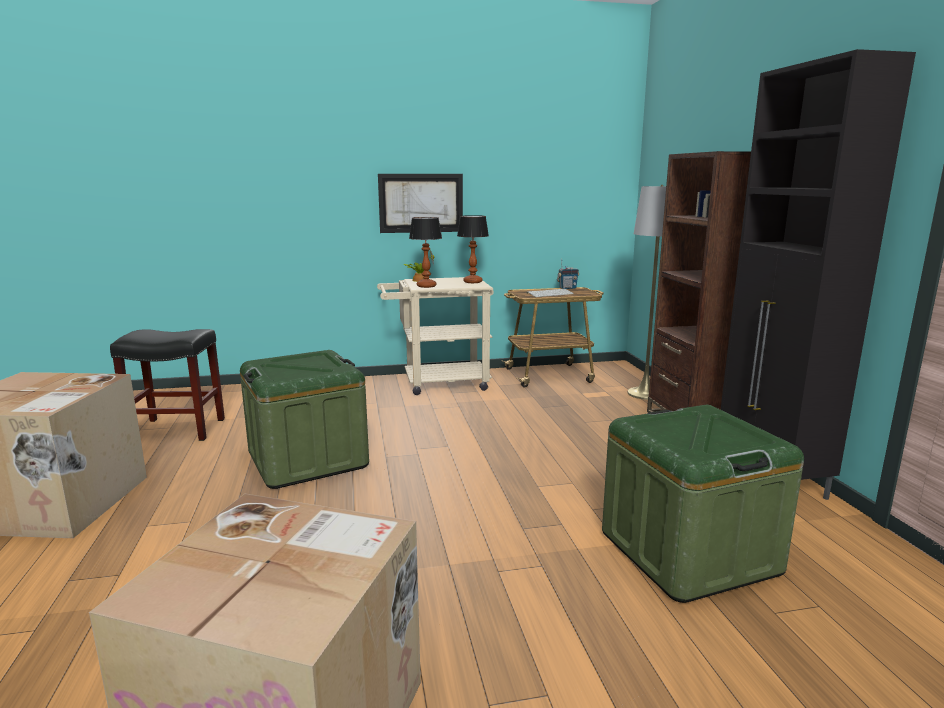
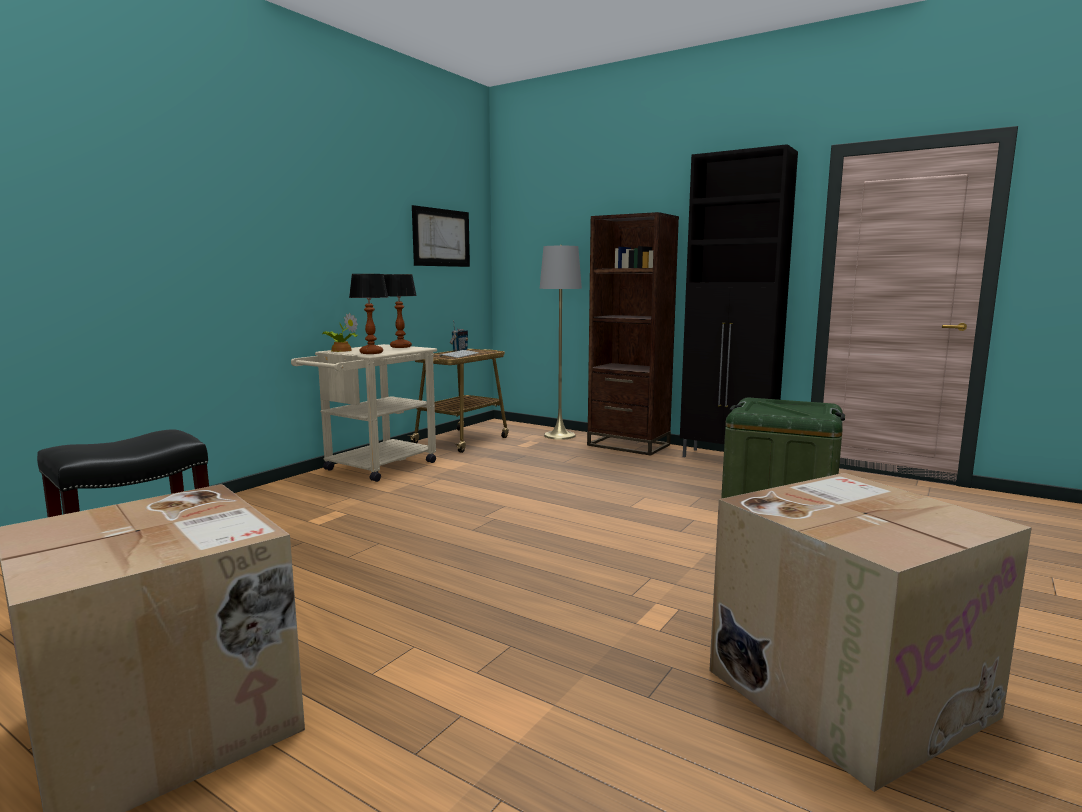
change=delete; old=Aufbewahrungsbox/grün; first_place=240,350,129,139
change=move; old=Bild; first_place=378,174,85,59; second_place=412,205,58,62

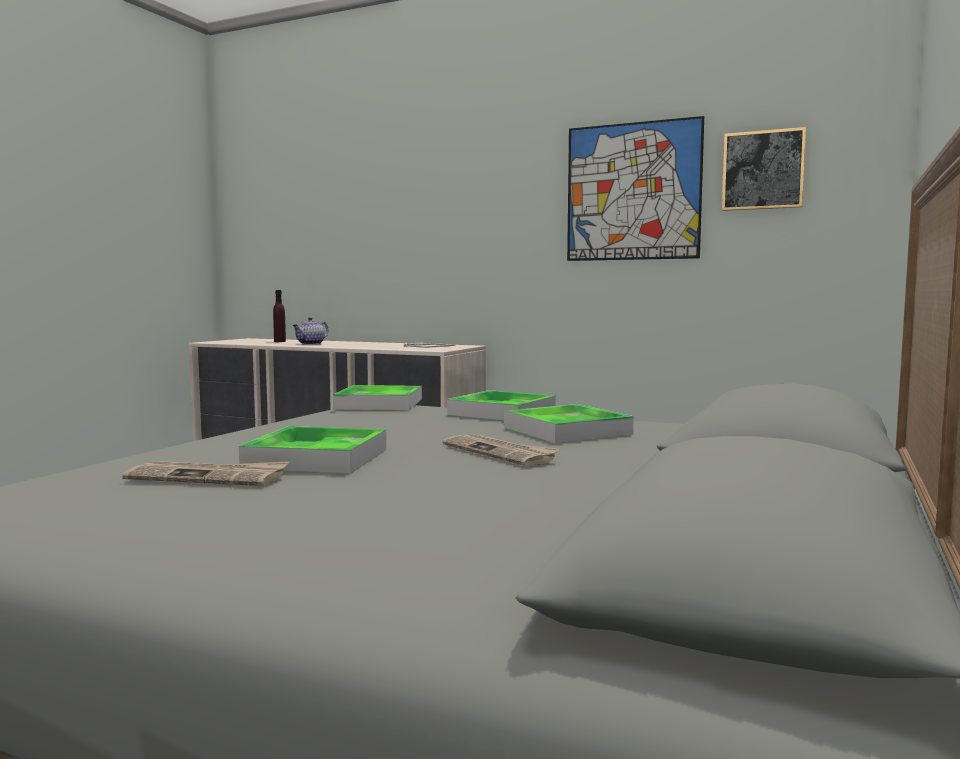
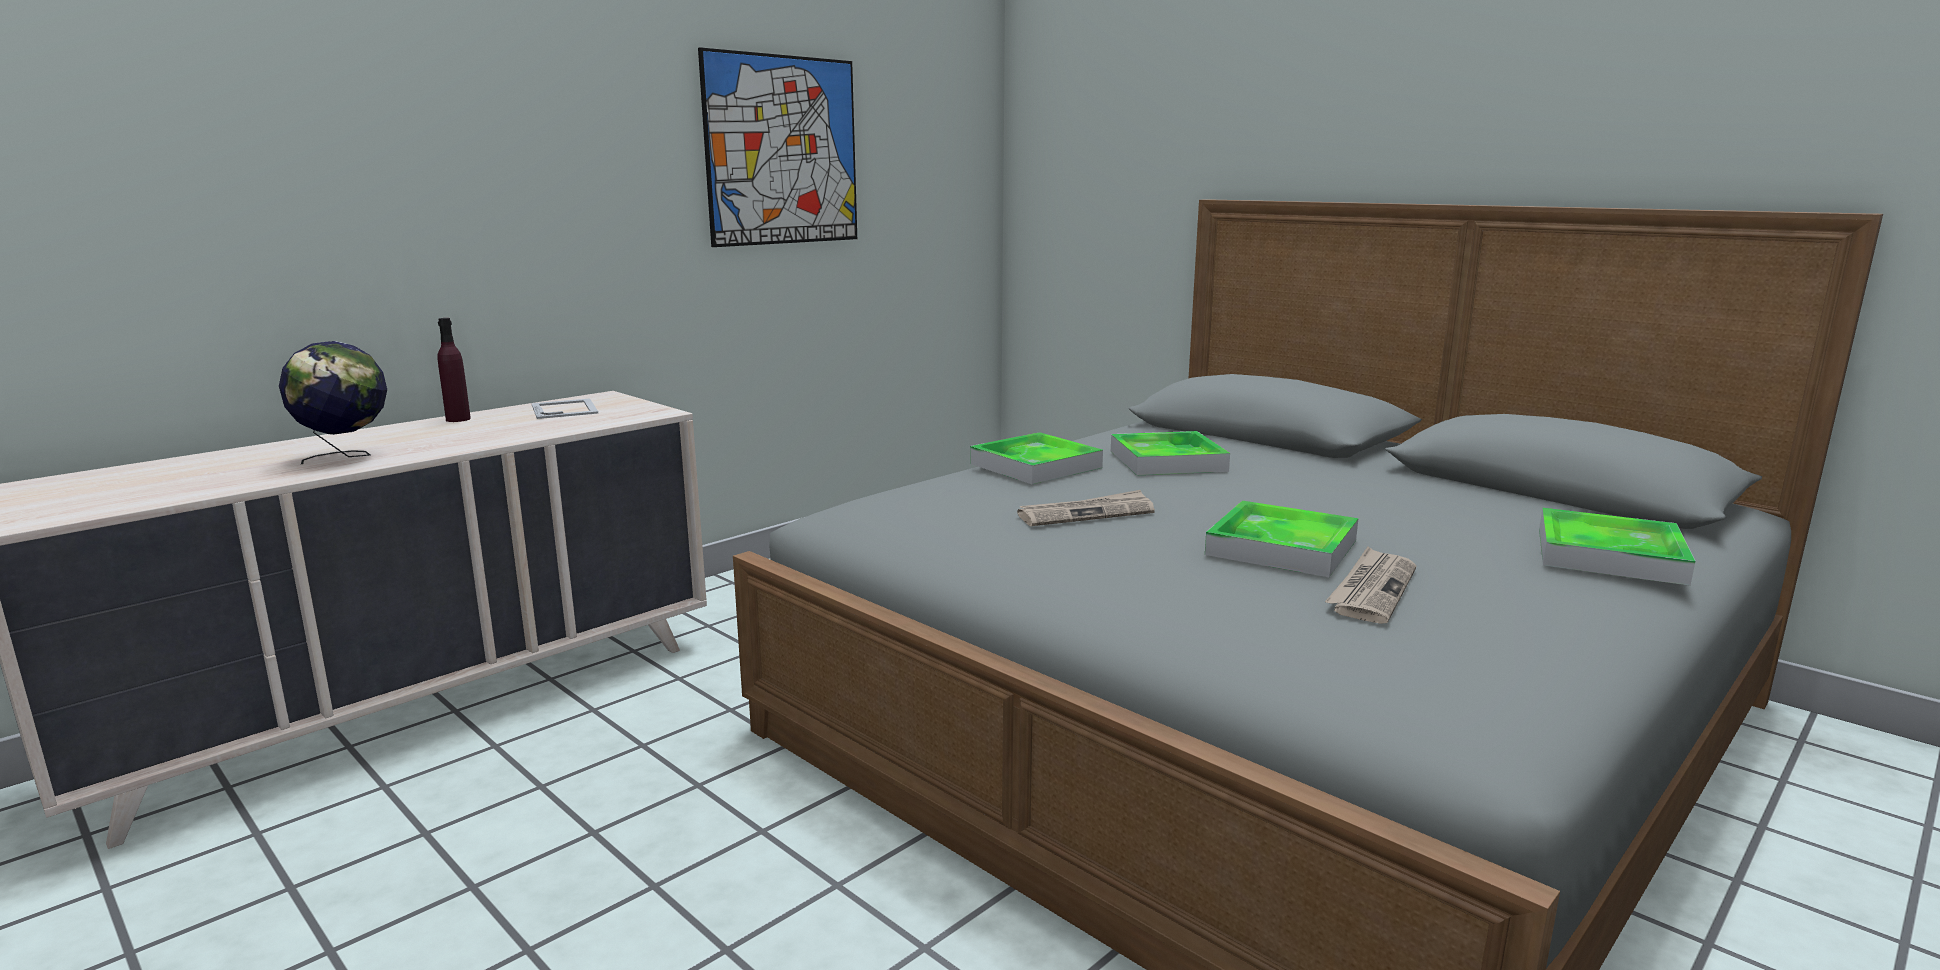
change=move; old=Flasche/lila; first_place=273,290,13,52; second_place=438,318,33,104
change=replace; old=Teekanne; new=Globus; first_place=292,317,37,28; second_place=279,341,108,123
change=move; old=Tablett; first_place=333,385,89,25; second_place=1539,508,156,78
change=move; old=Zeitung; first_place=442,434,118,33; second_place=1017,490,138,36
change=delete; old=Bild; first_place=722,127,84,84

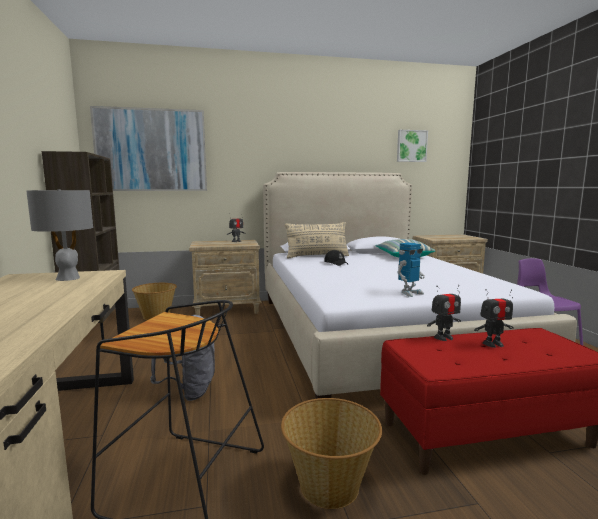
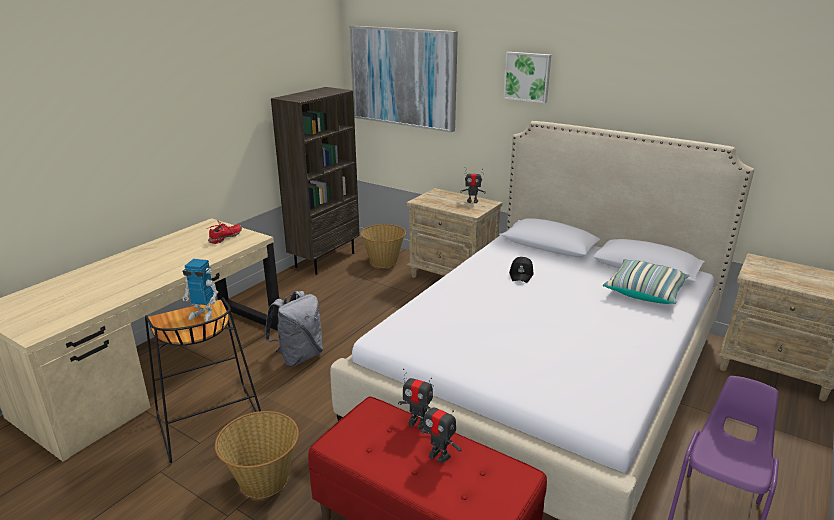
change=replace; old=Tischlampe/grau; new=Schuh/rot; first_place=26,189,67,92; second_place=207,220,35,24
change=delete; old=Kissen/beige; first_place=285,222,64,36
change=move; old=Bild; first_place=397,130,31,32; second_place=503,52,48,51
change=move; old=Spielzeugroboter; first_place=397,242,28,55; second_place=182,259,36,63

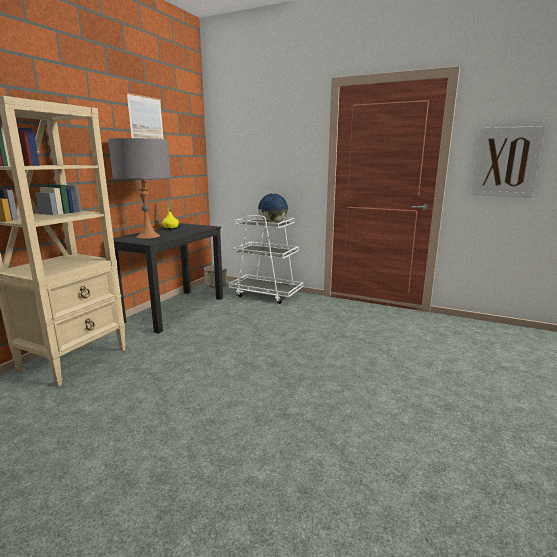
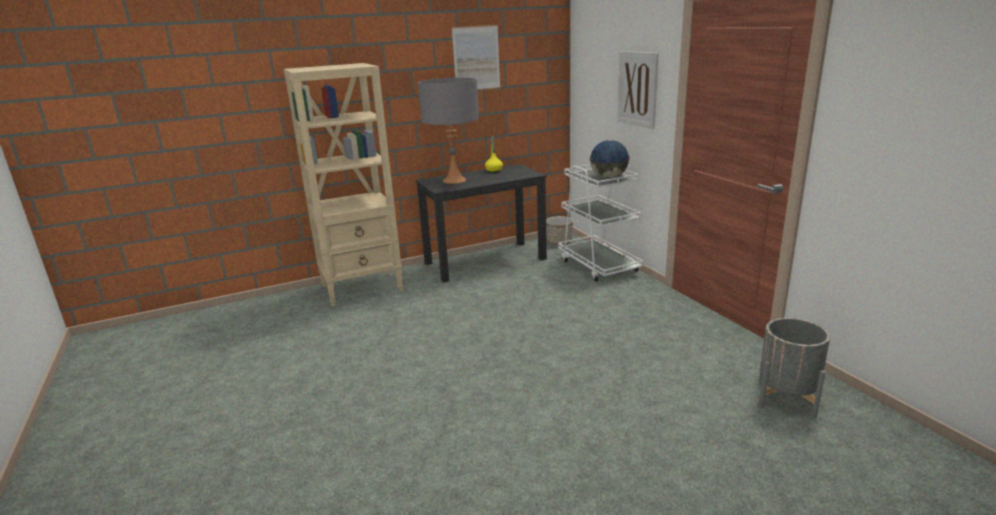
change=move; old=Bild; first_place=471,126,74,71; second_place=617,51,42,78
change=insert; new=Pflanzkübel/grau; second_place=759,318,71,100

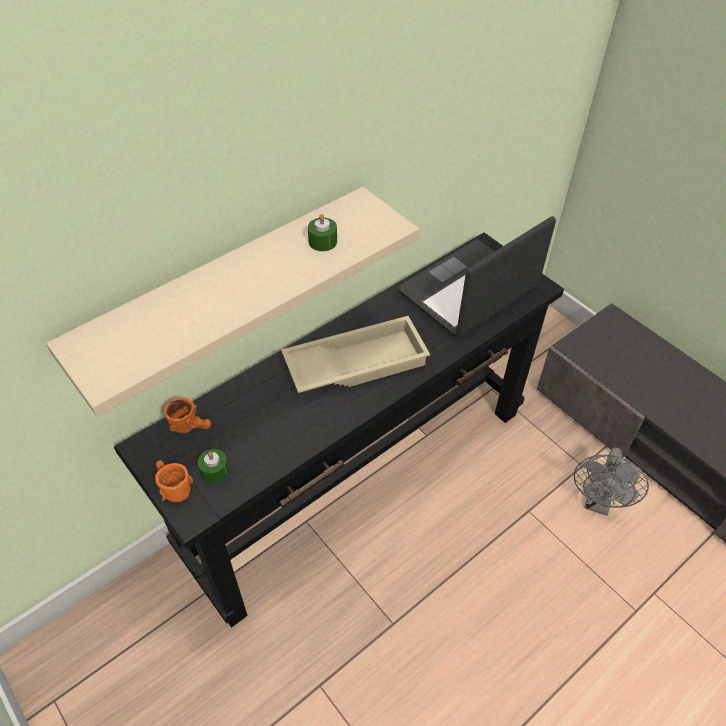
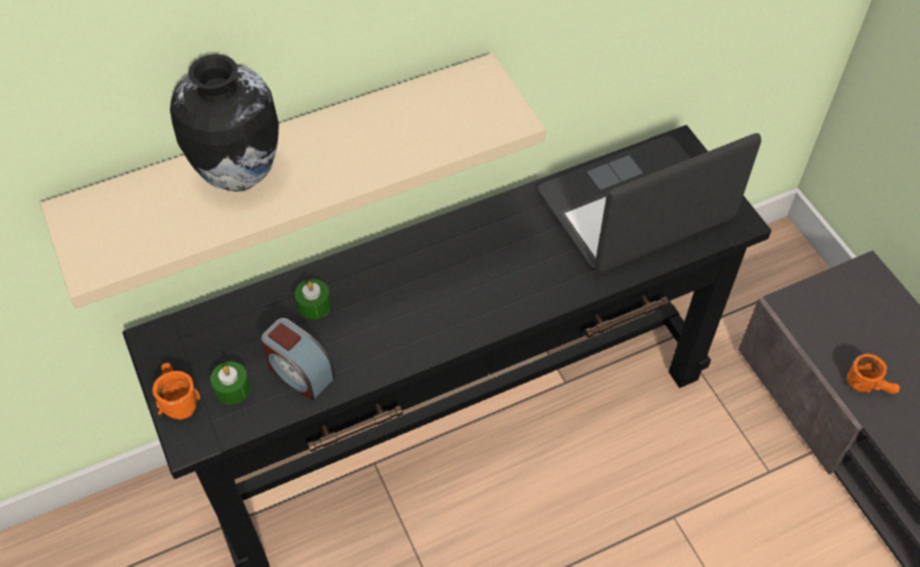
change=move; old=Henkelbecher/orange; first_place=164,397,47,36; second_place=847,354,53,40
change=delete; old=Tablett/beige; first_place=281,316,149,77
change=move; old=Kerze/grün; first_place=308,214,29,37; second_place=295,279,36,41
change=delete; old=Ventilator/grau; first_place=574,447,75,69
change=insert; new=Vase; second_place=170,54,109,138
change=insert; new=Wecker; second_place=261,318,74,83

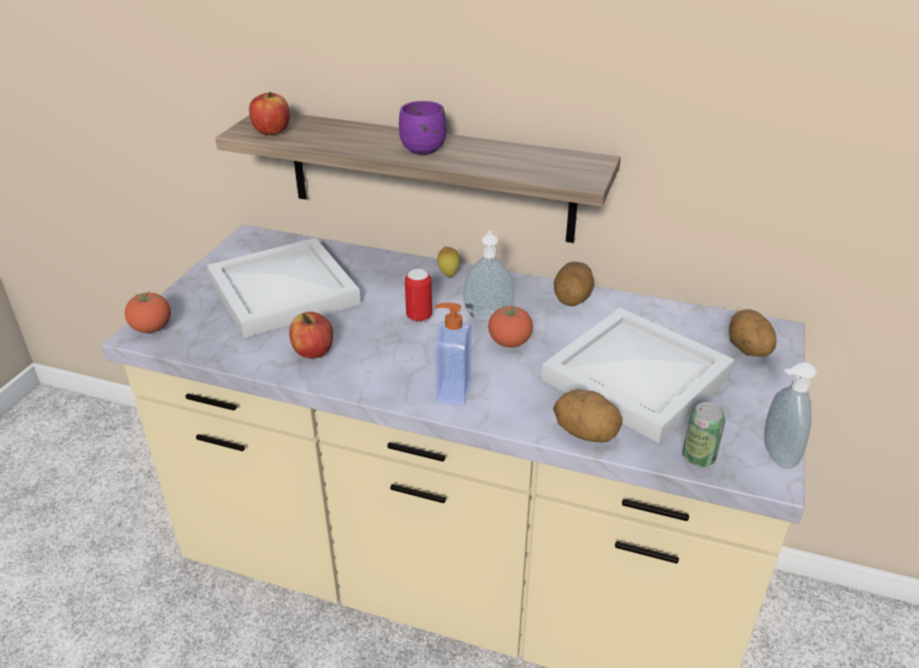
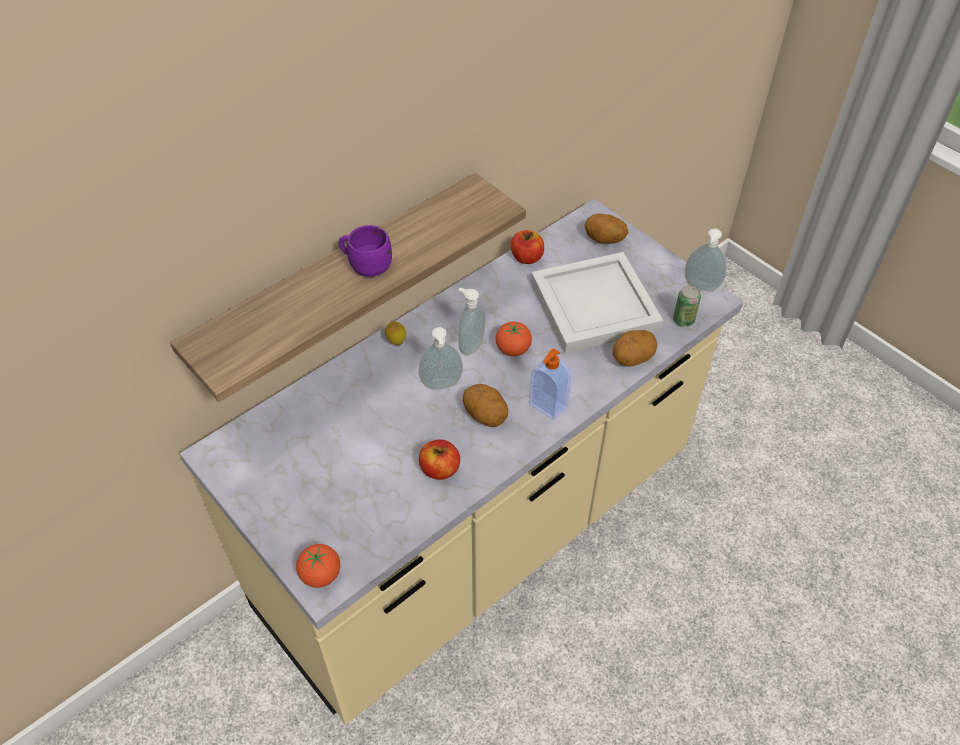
change=delete; old=Tablett/weiß; first_place=207,238,154,100
change=move; old=Apfel; first_place=249,92,41,43; second_place=511,230,33,34
change=replace; old=Dose; new=Seifenspender; first_place=405,269,27,53; second_place=419,327,44,62
change=move; old=Kartoffel; first_place=554,262,40,44; second_place=463,384,45,43

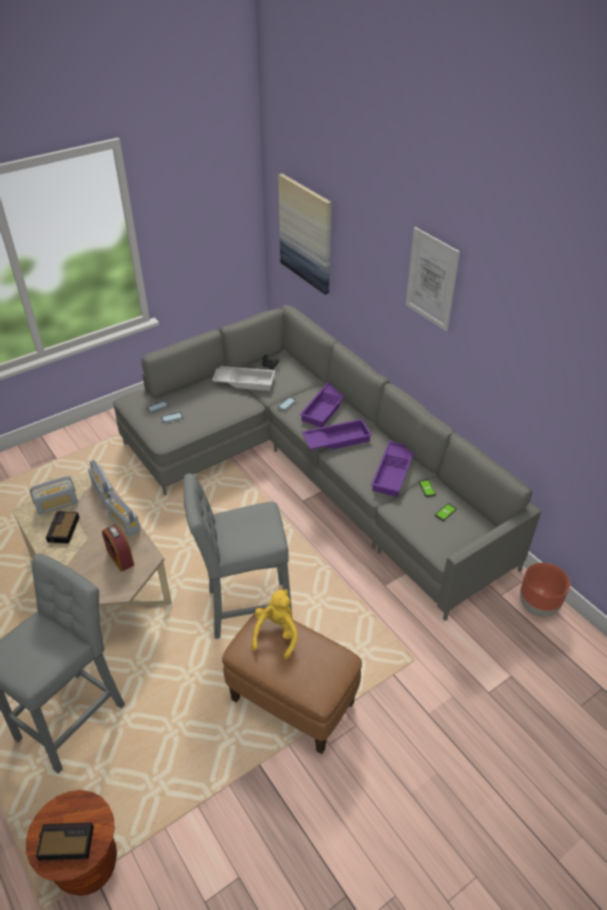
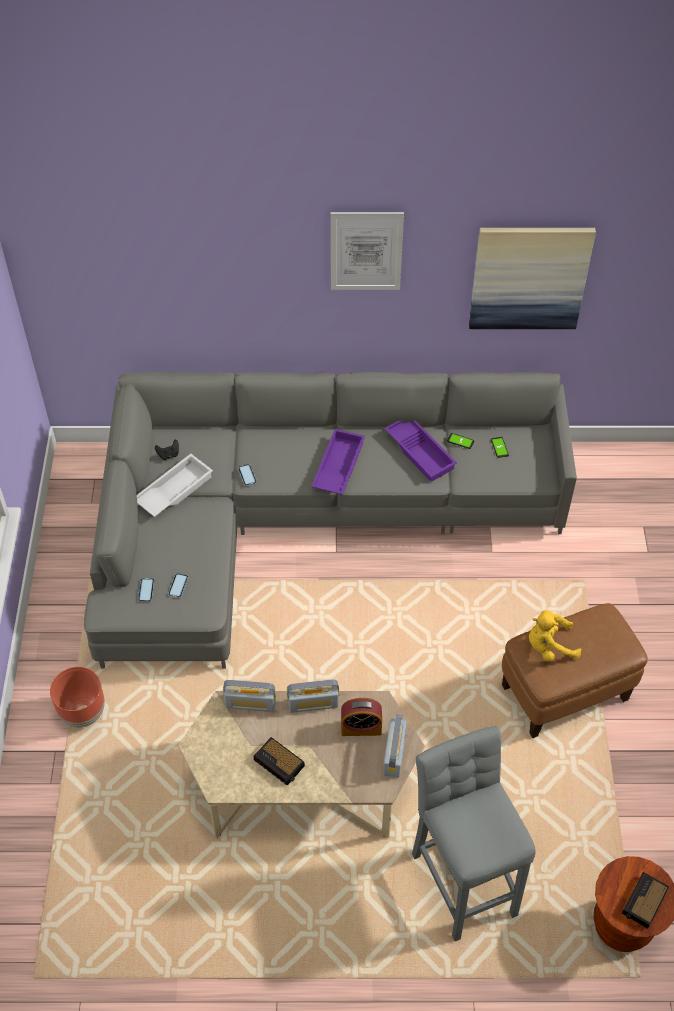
change=move; old=Radio; first_place=30,476,48,39; second_place=383,714,24,64
change=delete; old=Hocker/grau; first_place=184,473,109,166
change=rotate; old=Plüschtier/gelb; first_place=251,589,47,71; second_place=529,610,52,52; degrees=-60
change=move; old=Bild; first_place=278,174,53,121; second_place=469,228,127,101
change=delete; old=Tablett/lila; first_place=300,381,45,46
change=move; old=Pflanzkübel/braun; first_place=520,563,50,54; second_place=50,667,55,60

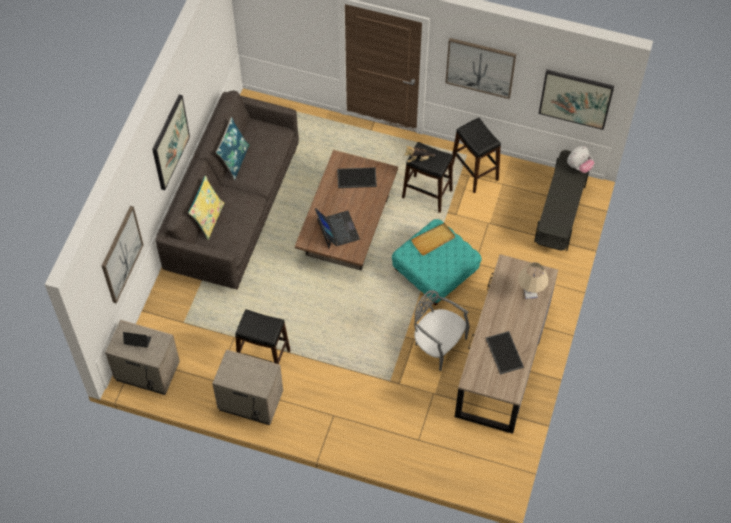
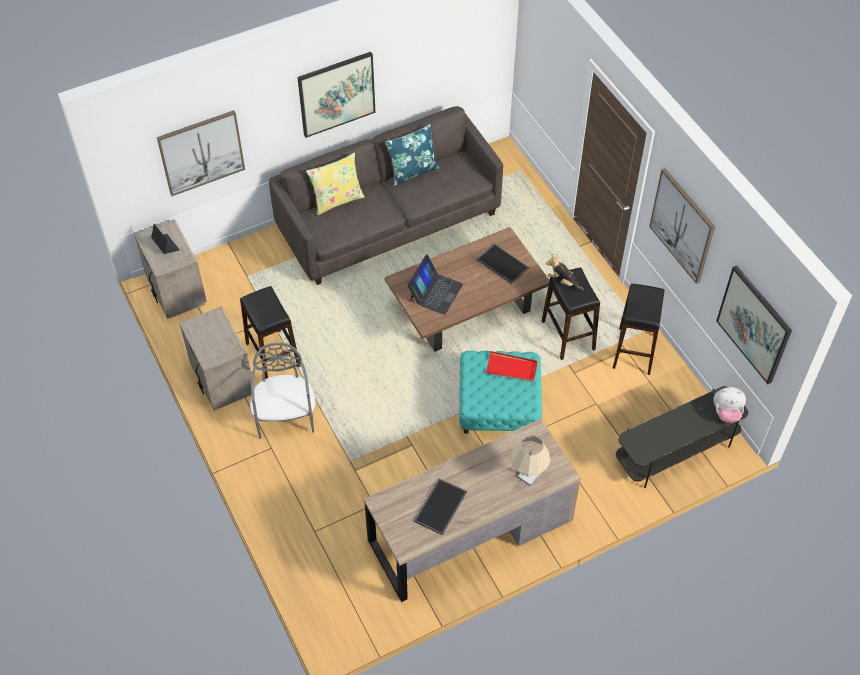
change=recolor; old=Tablett/beige; new=Tablett/rot; first_place=411,223,44,33; second_place=486,351,52,31
change=move; old=Stuhl/grau; first_place=414,290,56,81; second_place=250,342,65,97

